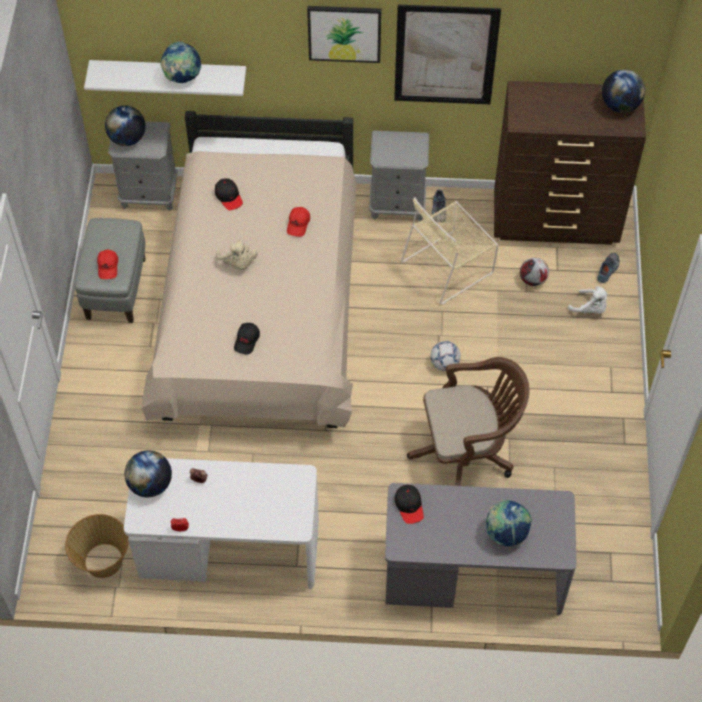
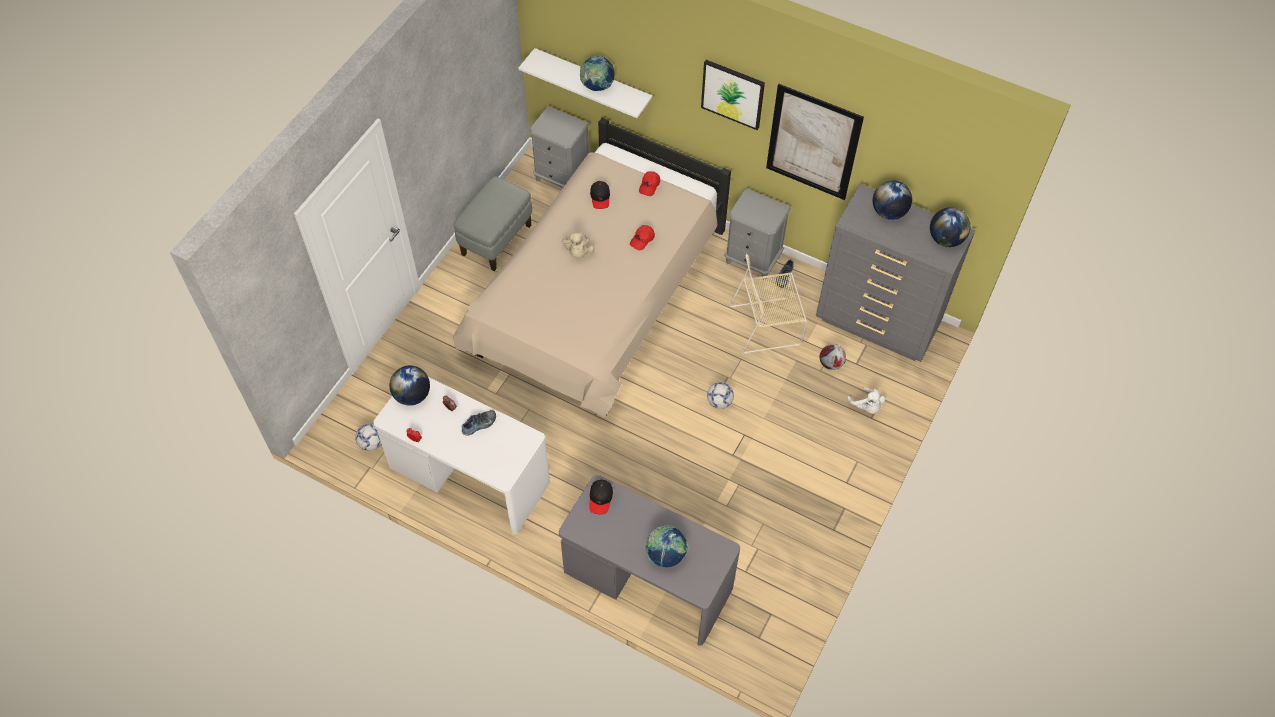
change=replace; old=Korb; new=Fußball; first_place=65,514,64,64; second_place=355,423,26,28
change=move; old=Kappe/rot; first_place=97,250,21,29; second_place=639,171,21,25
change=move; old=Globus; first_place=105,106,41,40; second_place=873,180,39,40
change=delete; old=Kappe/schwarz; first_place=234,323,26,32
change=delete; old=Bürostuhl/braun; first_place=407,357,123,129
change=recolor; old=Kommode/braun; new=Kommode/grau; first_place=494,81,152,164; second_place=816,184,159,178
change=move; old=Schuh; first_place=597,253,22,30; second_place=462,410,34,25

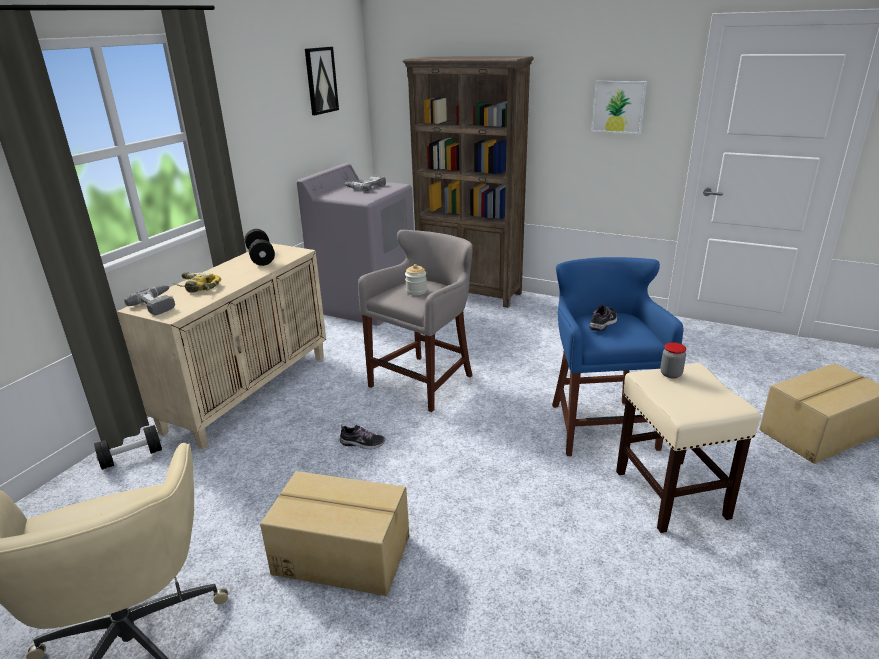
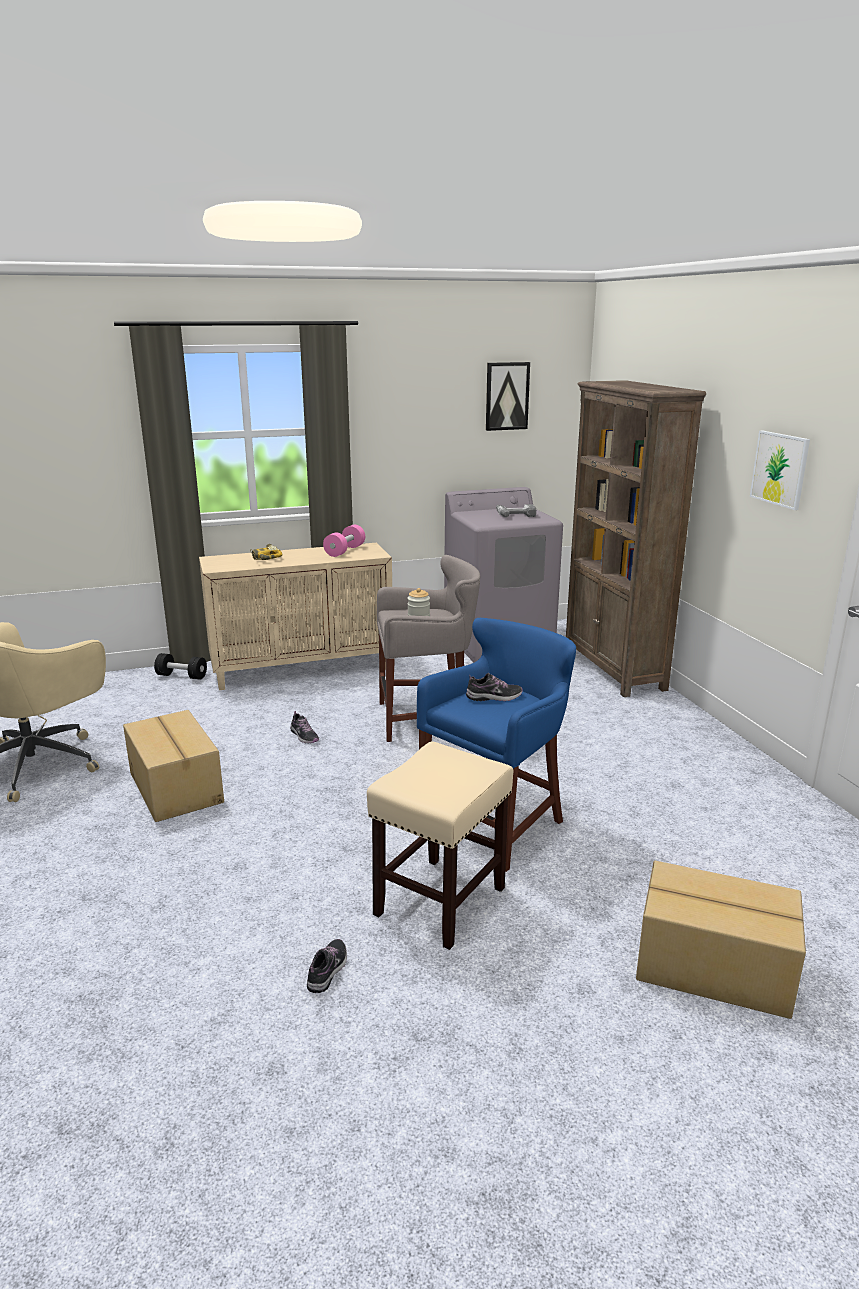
change=delete; old=Bohrmaschine; first_place=124,285,51,31
change=recolor; old=Hantel/schwarz; new=Hantel/rosa; first_place=245,229,30,37; second_place=323,525,42,32
change=delete; old=Vorratsglas; first_place=660,342,26,36
change=insert; new=Schuh; second_place=307,939,40,54

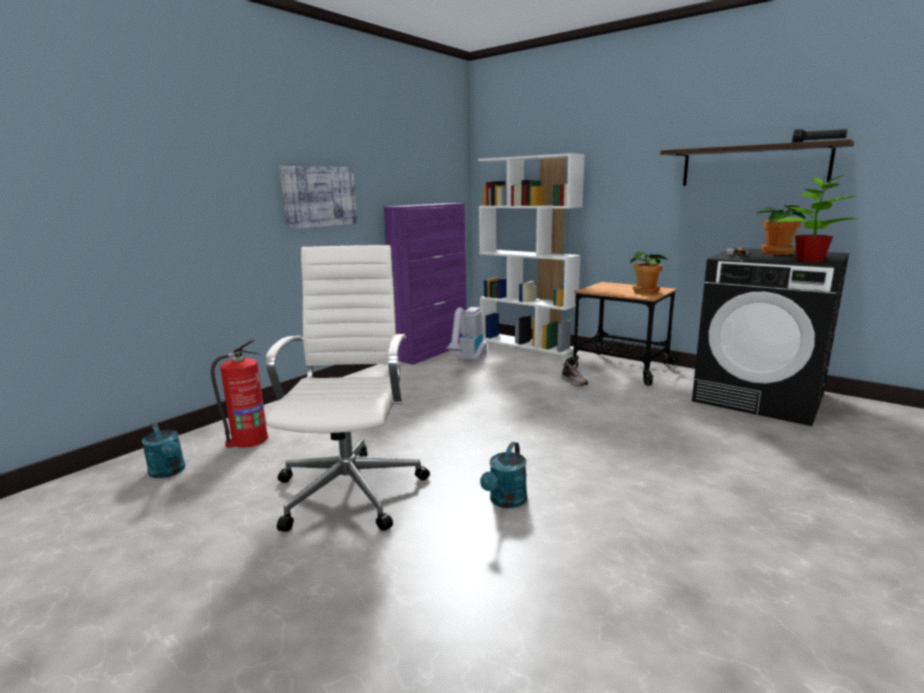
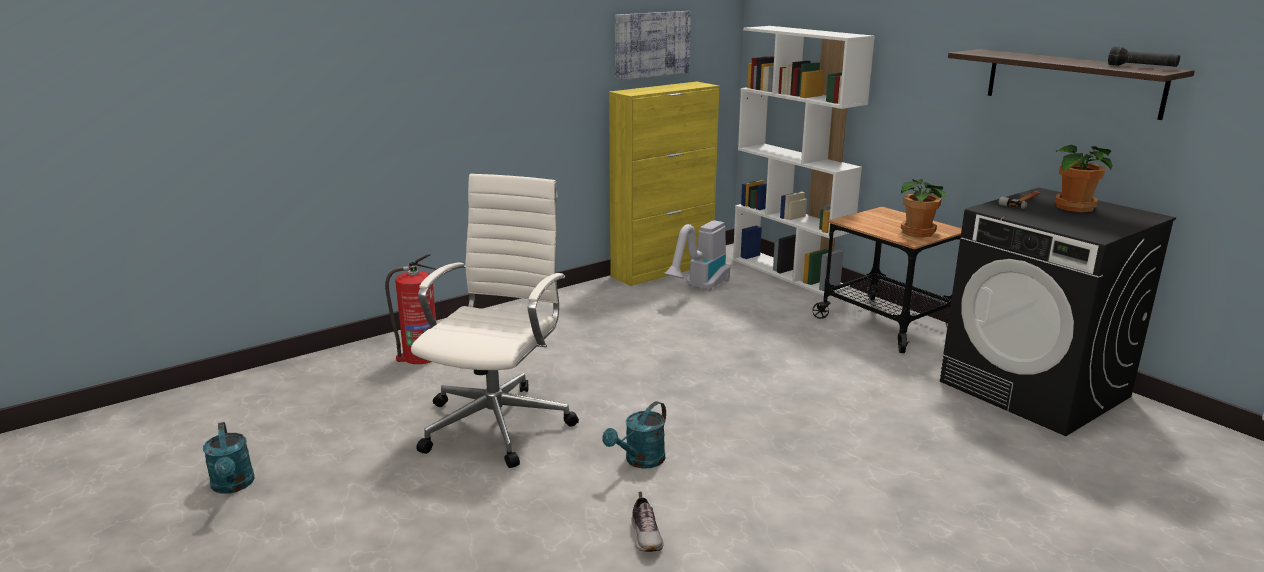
change=move; old=Gießkanne/türkis; first_place=142,422,43,56; second_place=203,422,52,72
change=move; old=Bild; first_place=279,166,78,63; second_place=615,11,76,69
change=recolor; old=Schrank/lila; new=Schrank/gelb; first_place=384,203,83,162; second_place=609,82,110,204
change=move; old=Schuh; first_place=561,363,27,23; second_place=631,492,33,60
change=delete; old=Topfpflanze; first_place=776,175,82,87

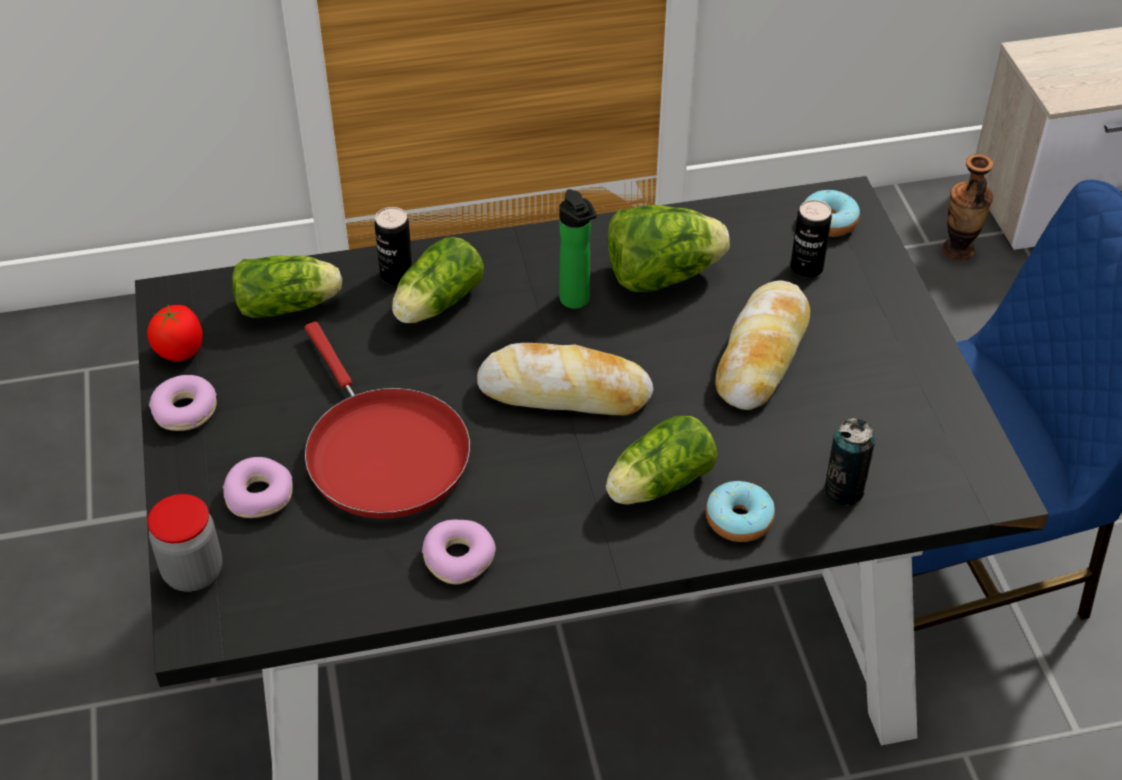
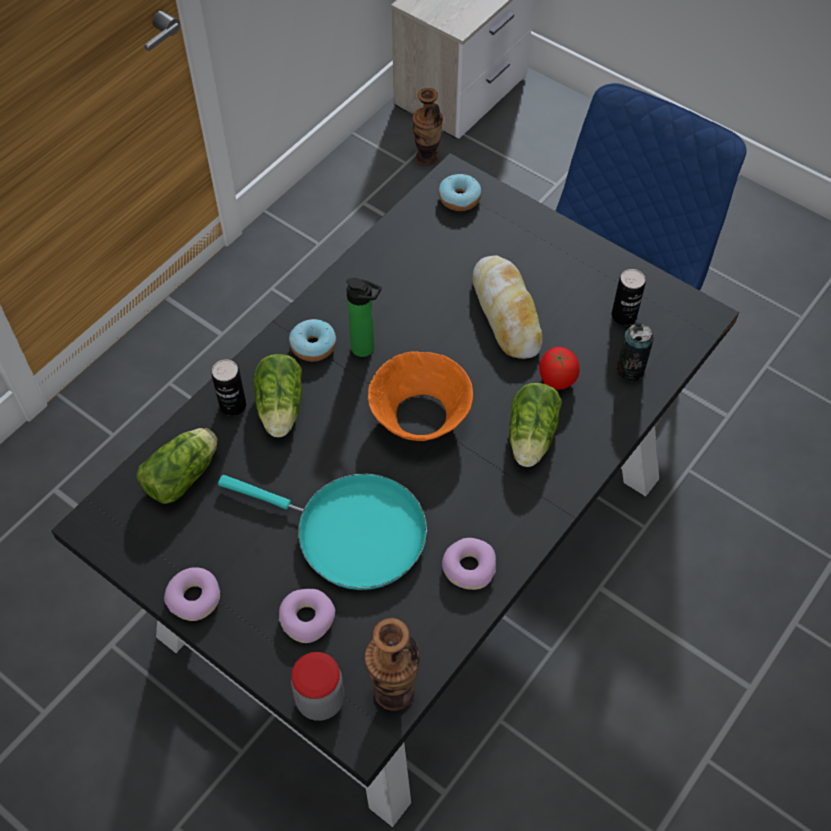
change=move; old=Tomate; first_place=147,305,56,56; second_place=539,347,41,43
change=recolor; old=Pfanne/rot; new=Pfanne/türkis; first_place=305,321,165,198; second_place=218,474,209,116
change=replace; old=Brot; new=Schüssel/orange; first_place=477,343,176,73; second_place=368,351,105,90
change=delete; old=Salatkopf; first_place=608,205,122,87
change=move; old=Donut; first_place=706,481,69,61; second_place=289,319,47,42
change=move; old=Dose; first_place=790,200,42,78; second_place=611,269,34,56
change=insert; new=Vase; second_place=365,618,55,93

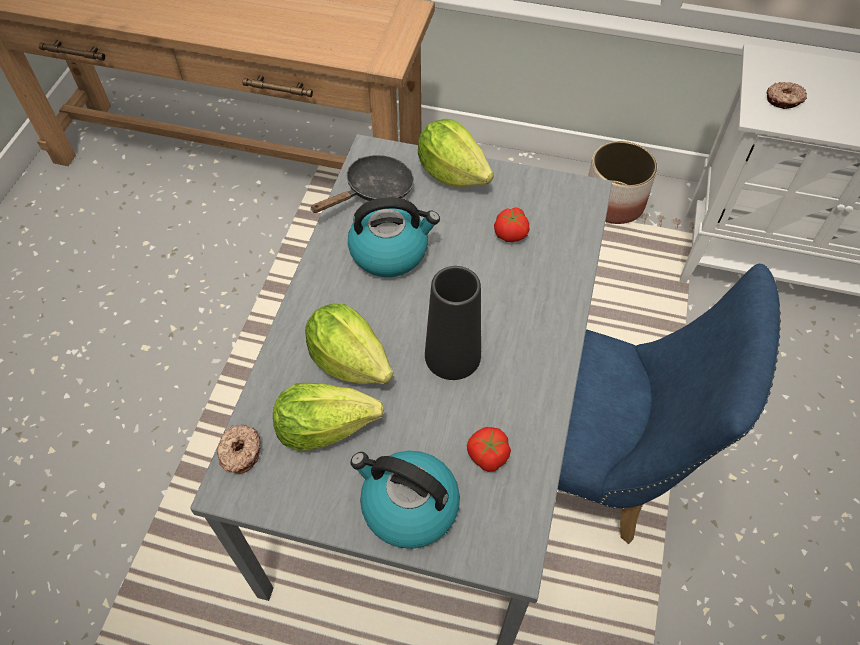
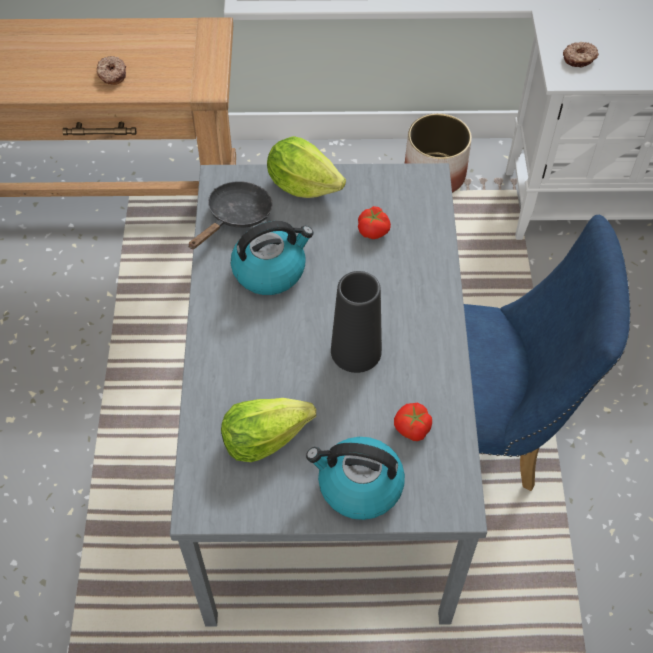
change=move; old=Donut; first_place=217,425,44,49; second_place=97,56,29,29
change=delete; old=Salatkopf; first_place=305,303,88,81

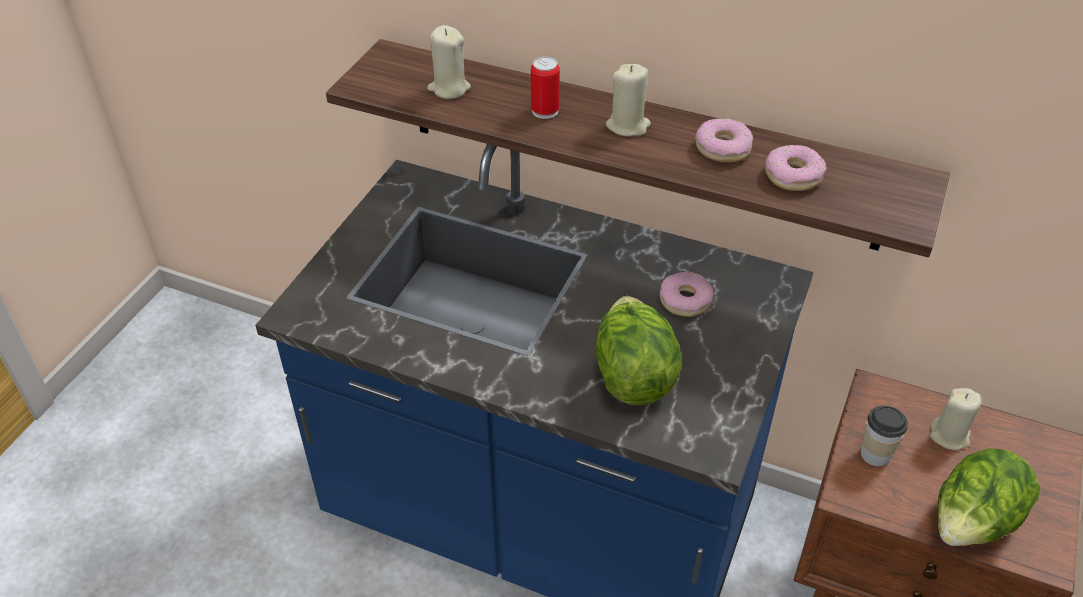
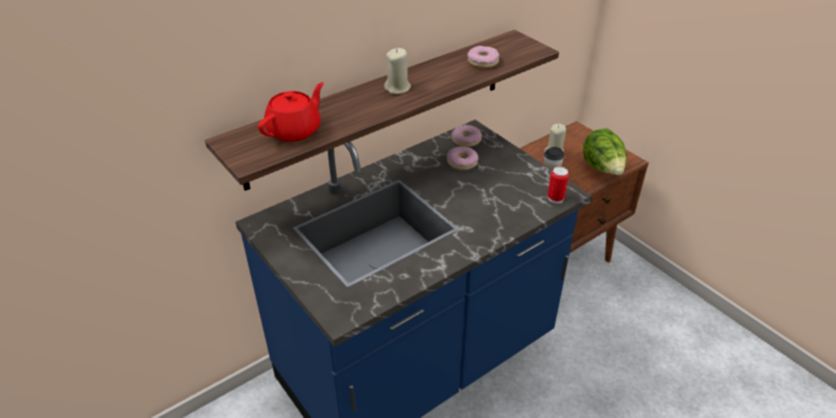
change=replace; old=Kerze/beige; new=Teekanne/rot; first_place=427,25,44,74; second_place=258,82,66,60
change=move; old=Dose; first_place=531,57,29,62; second_place=548,167,21,36
change=delete; old=Salatkopf; first_place=595,296,87,109
change=move; old=Donut; first_place=695,119,58,43; second_place=451,125,31,22

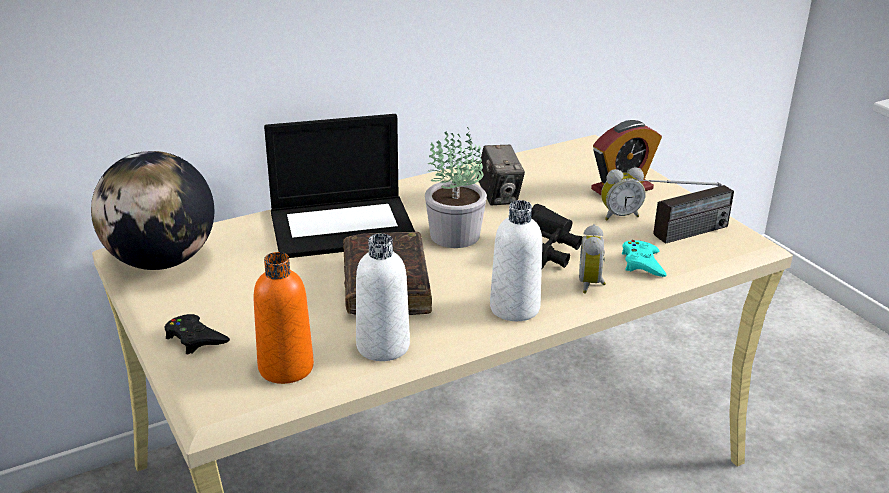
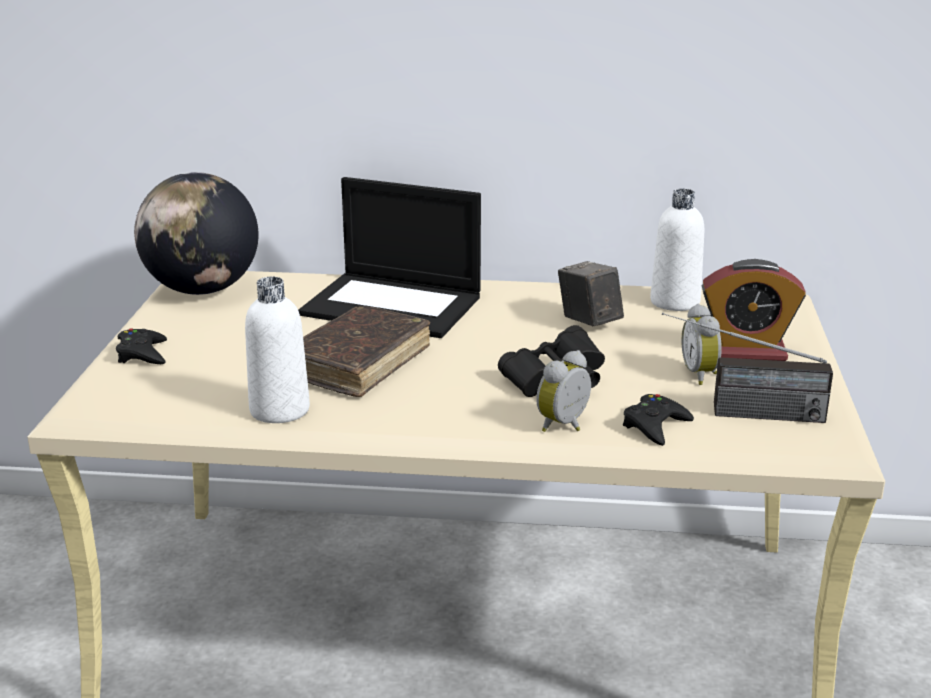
change=delete; old=Flasche/orange; first_place=253,252,61,132
change=delete; old=Topfpflanze; first_place=425,127,62,121
change=rotate; old=Kamera; first_place=477,145,48,60; second_place=558,261,66,66; degrees=135
change=move; old=Flasche/weiß; first_place=490,200,52,121; second_place=650,189,54,122
change=rotate; old=Wecker; first_place=601,168,45,52; second_place=681,304,41,81; degrees=60
change=recolor; old=Gamepad/türkis; new=Gamepad/schwarz; first_place=622,240,45,37; second_place=623,394,71,52

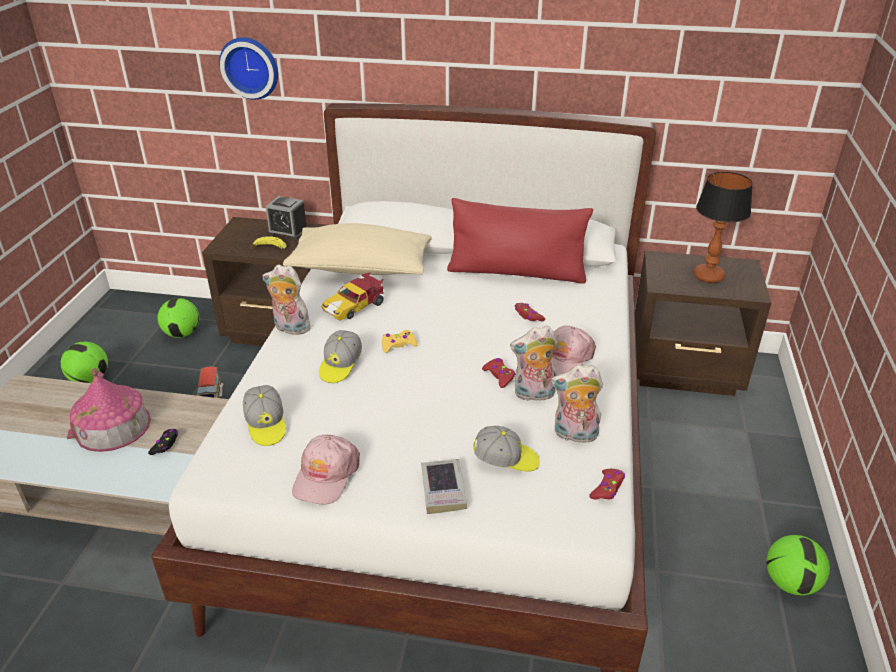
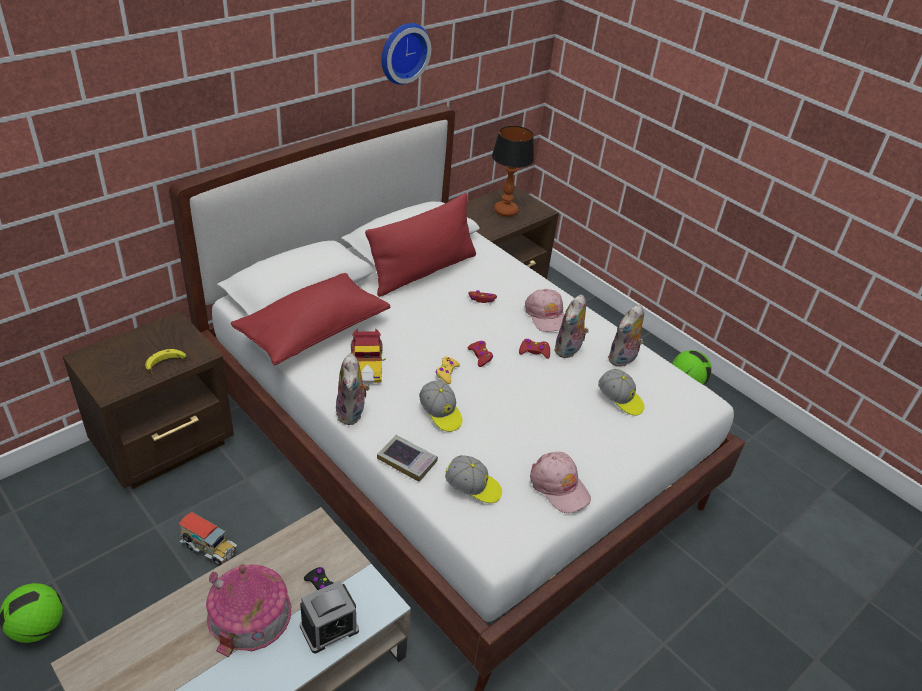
change=delete; old=Fußball; first_place=157,298,42,40
change=move; old=Wanduhr; first_place=219,37,59,63; second_place=381,23,50,62
change=rotate; old=Plüschtier; first_place=263,265,48,70; second_place=336,353,34,72; degrees=-60
change=move; old=Wecker; first_place=265,196,43,44; second_place=300,581,59,72
change=recolor; old=Kissen/beige; new=Kissen/rot; first_place=283,223,149,52; second_place=231,273,159,92
change=move; old=Buch; first_place=421,459,46,55; second_place=377,435,61,47
change=rotate; old=Kappe; first_place=473,426,67,46; second_place=598,369,46,46; degrees=90
change=move; old=Gamepad/rot; first_place=589,469,36,31; second_place=467,341,26,26

